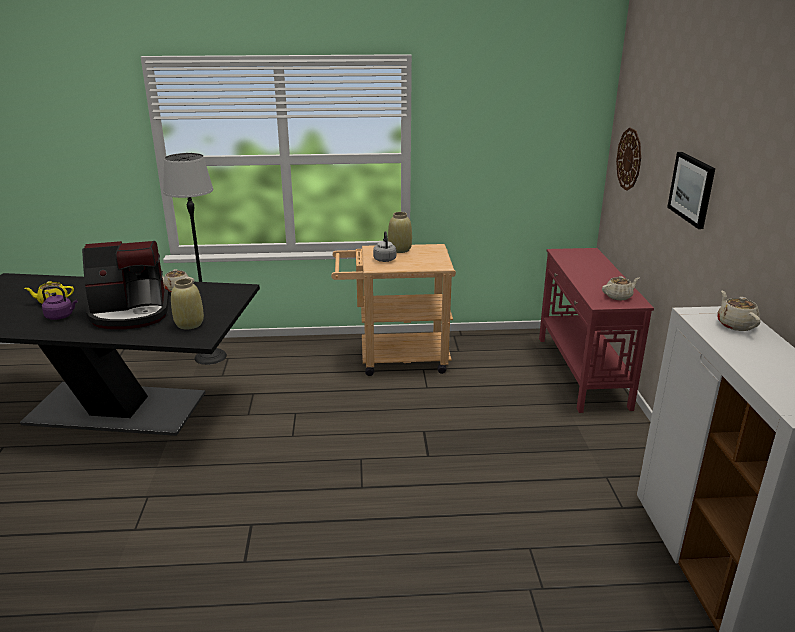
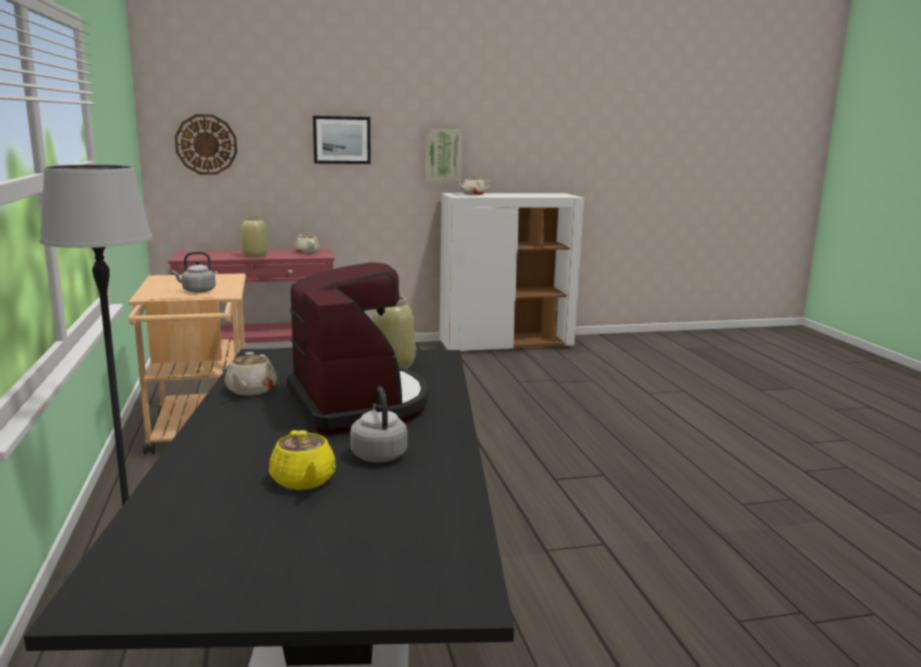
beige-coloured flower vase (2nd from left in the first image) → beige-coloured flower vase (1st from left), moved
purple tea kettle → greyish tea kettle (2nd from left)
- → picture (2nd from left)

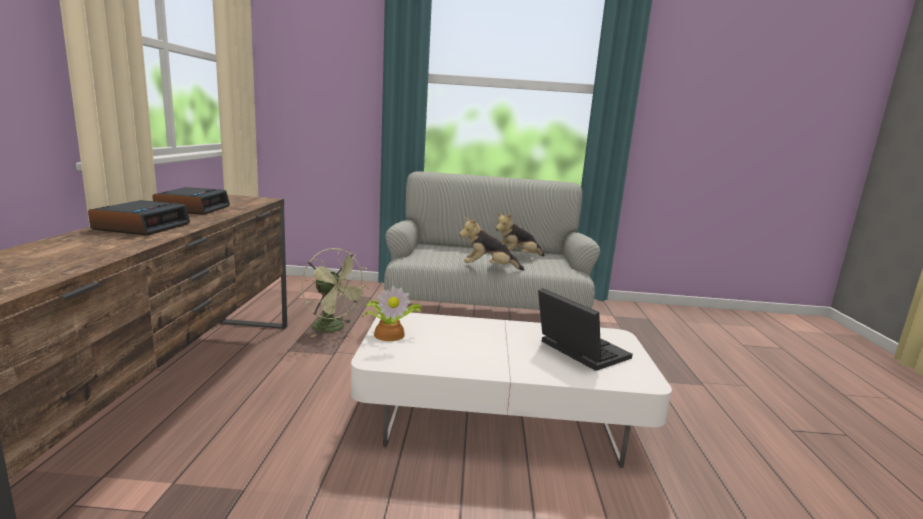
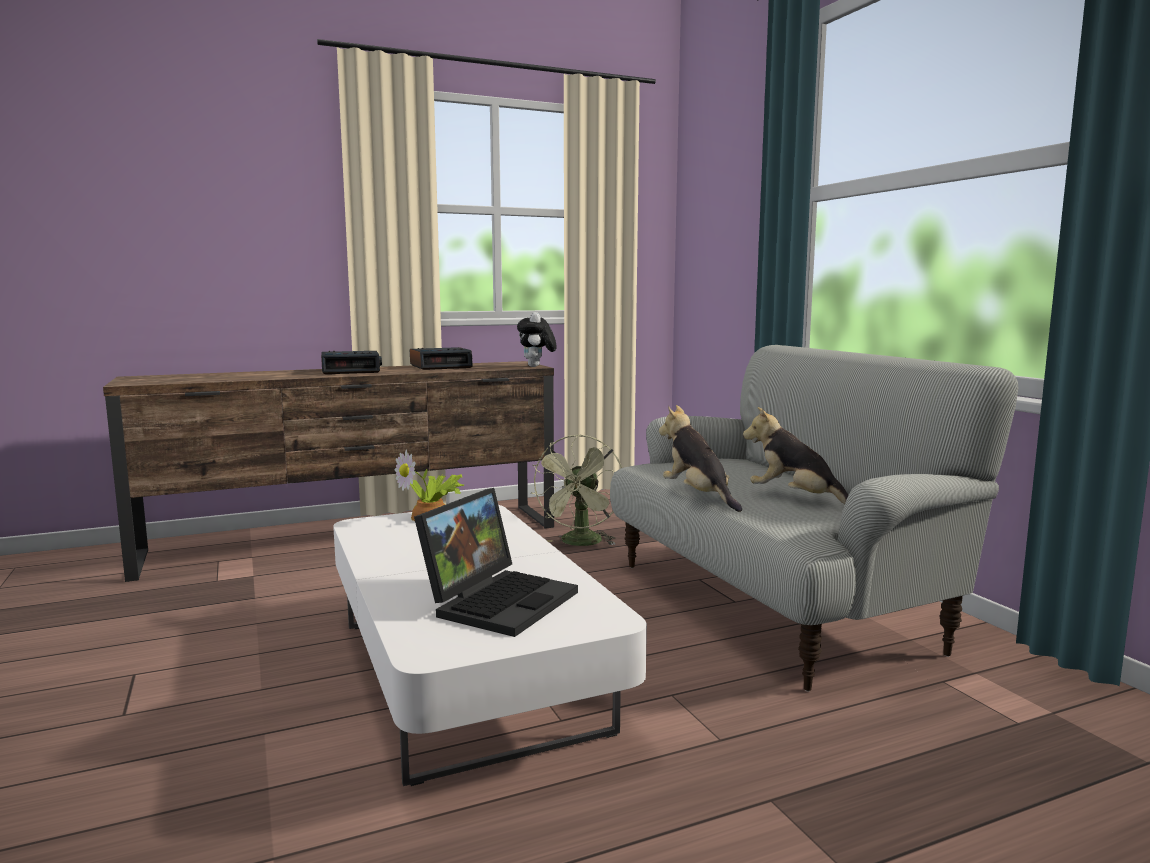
- → cuddly toy (1st from left)

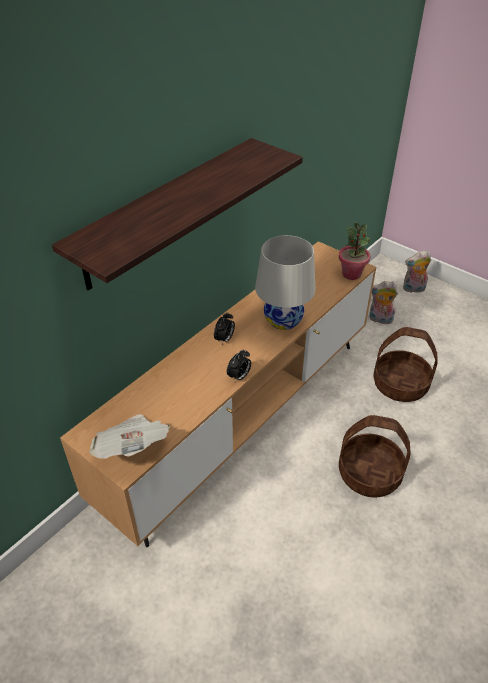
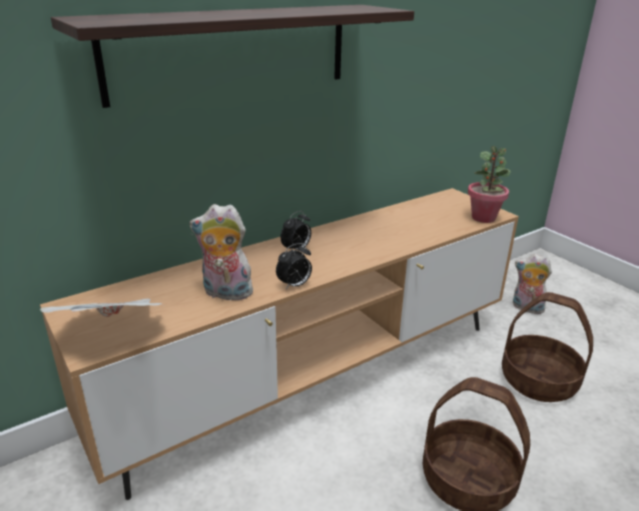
cuddly toy (2nd from left in the first image) → cuddly toy (1st from left), moved
white-coloured lamp for a table → -

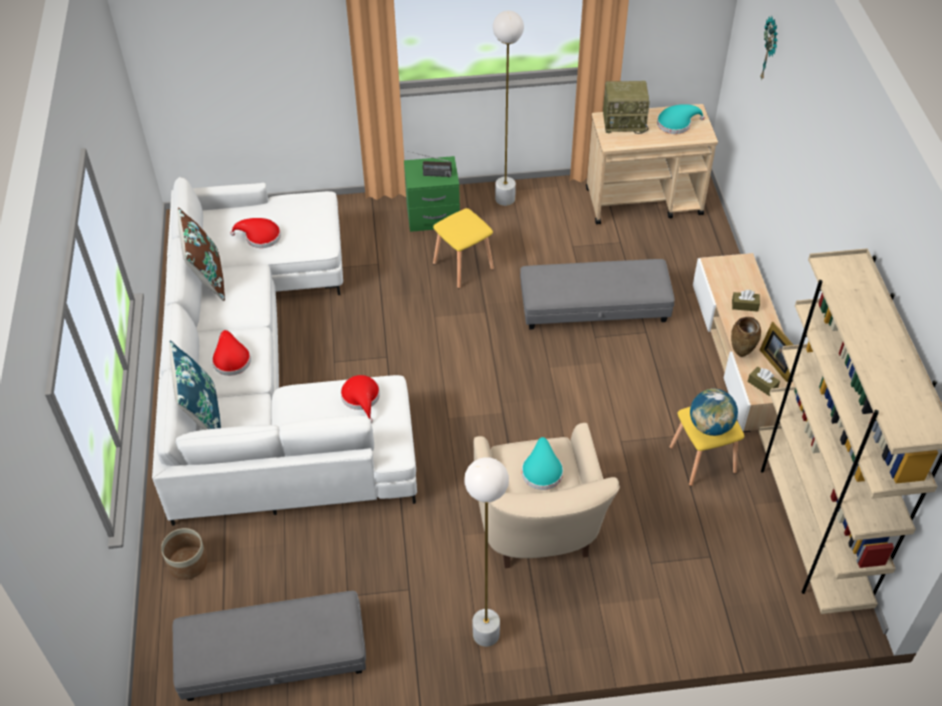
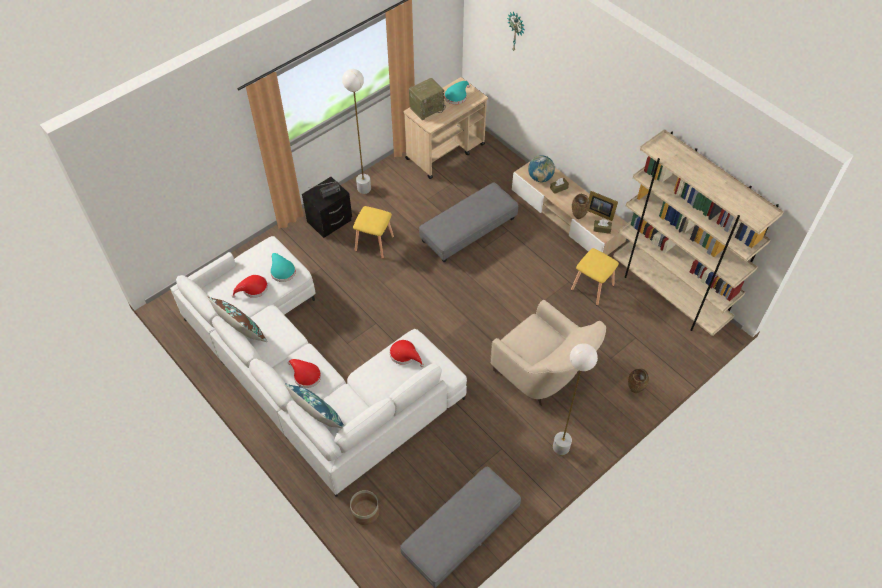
turquoise hat (1st from left), moved
greenish nightstand → black-coloured nightstand
globe, moved
- → brown flower vase (2nd from left)

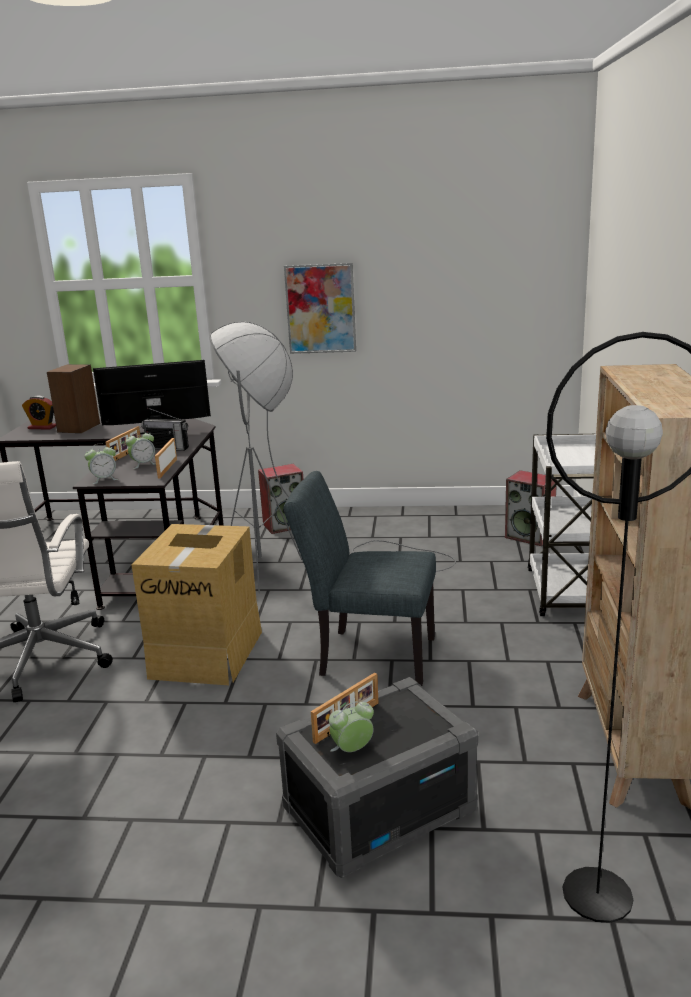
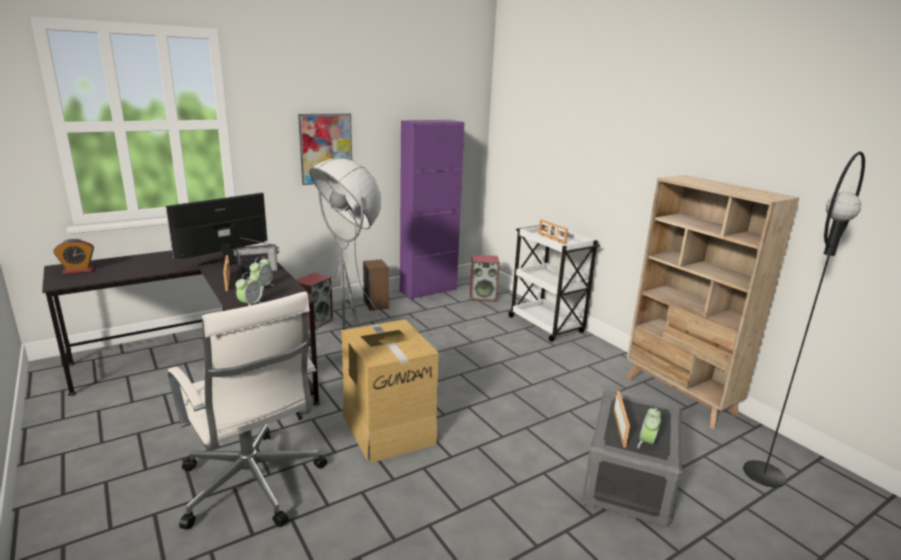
speaker (1st from left in the first image) → speaker (2nd from left), moved
- → purple storage cabinet
picture frame (2nd from left), moved
greyish plain chair → -

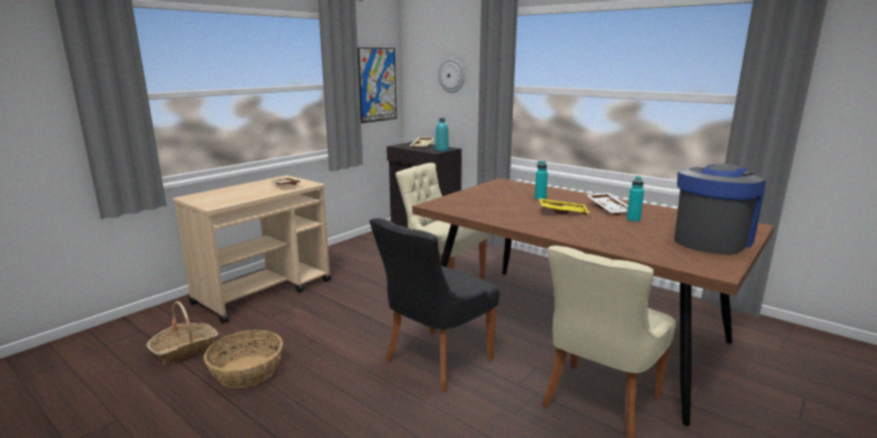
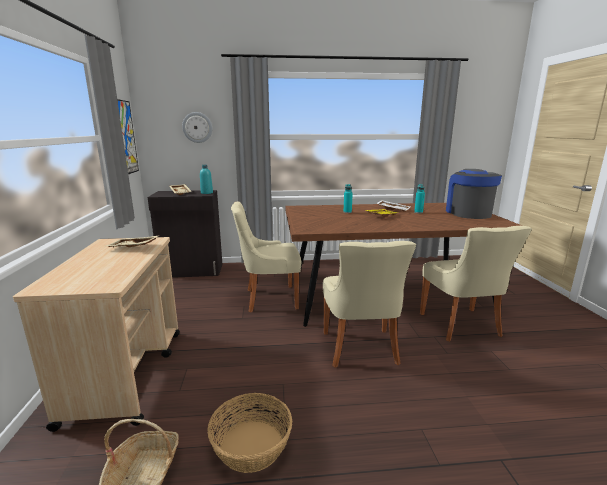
black-coloured plain chair → beige-coloured plain chair (2nd from left)

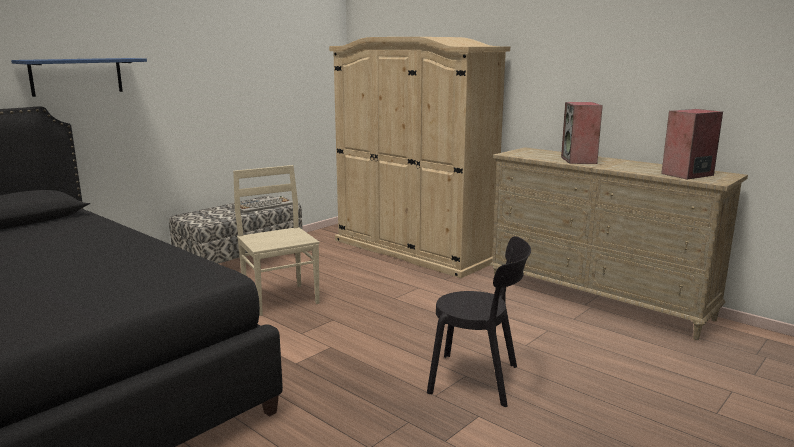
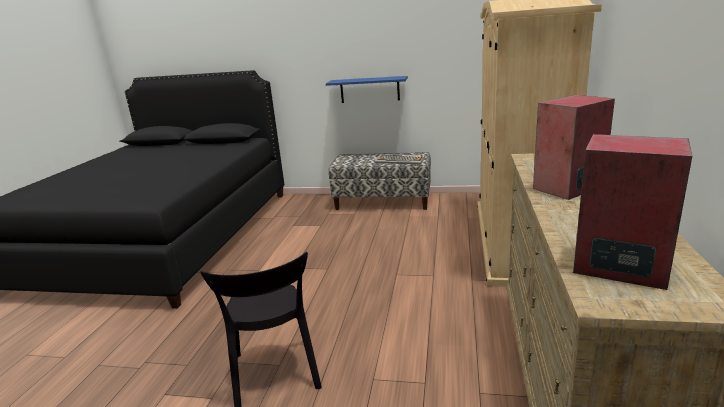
bluish shelf, moved
beige-coloured plain chair → -

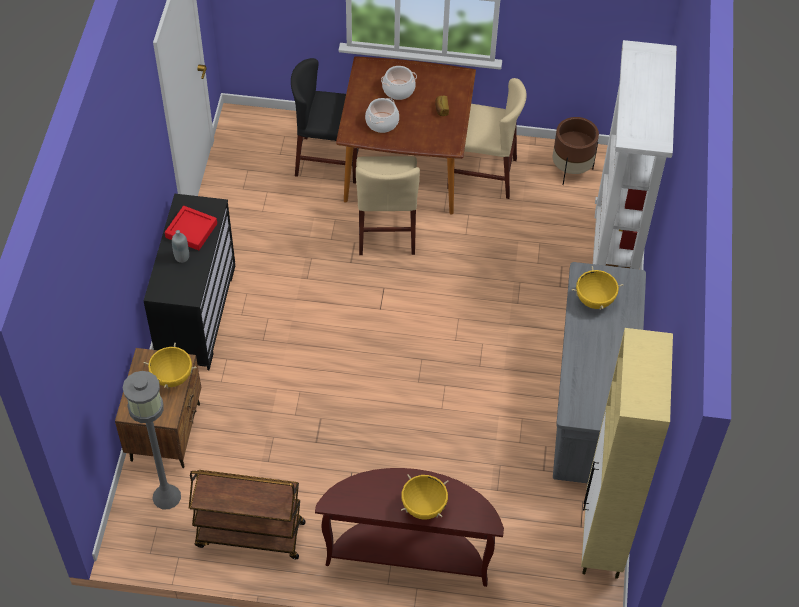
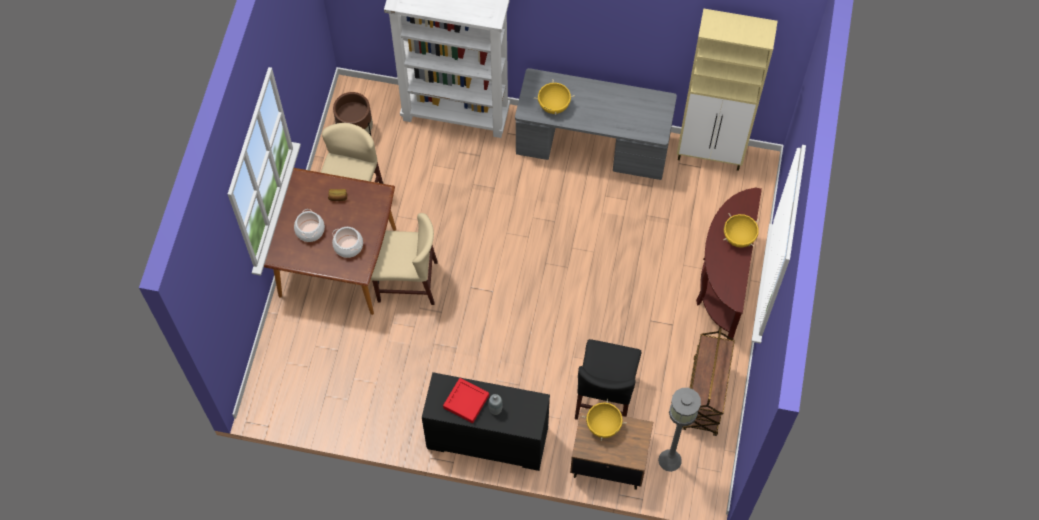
black-coloured plain chair, moved

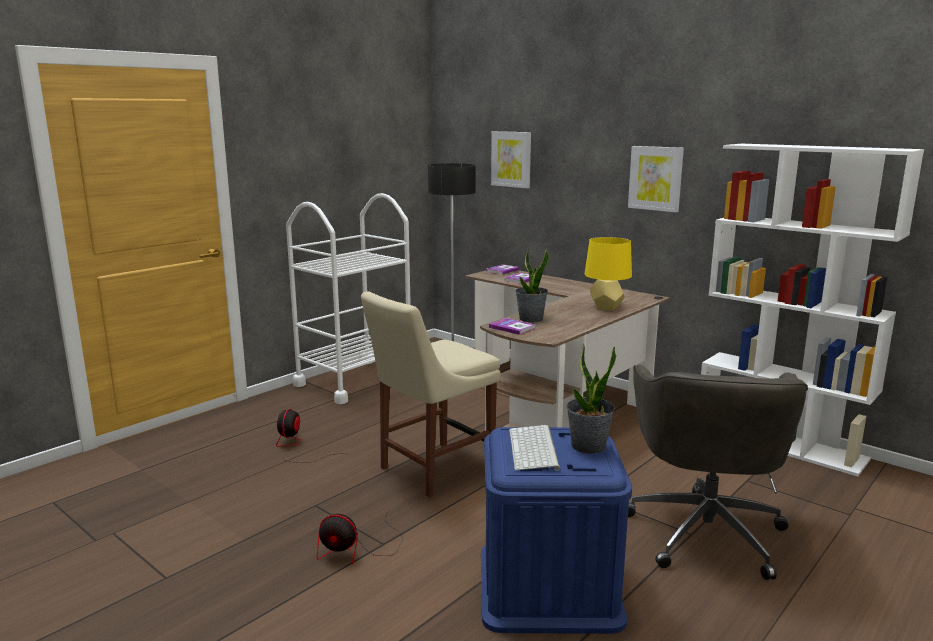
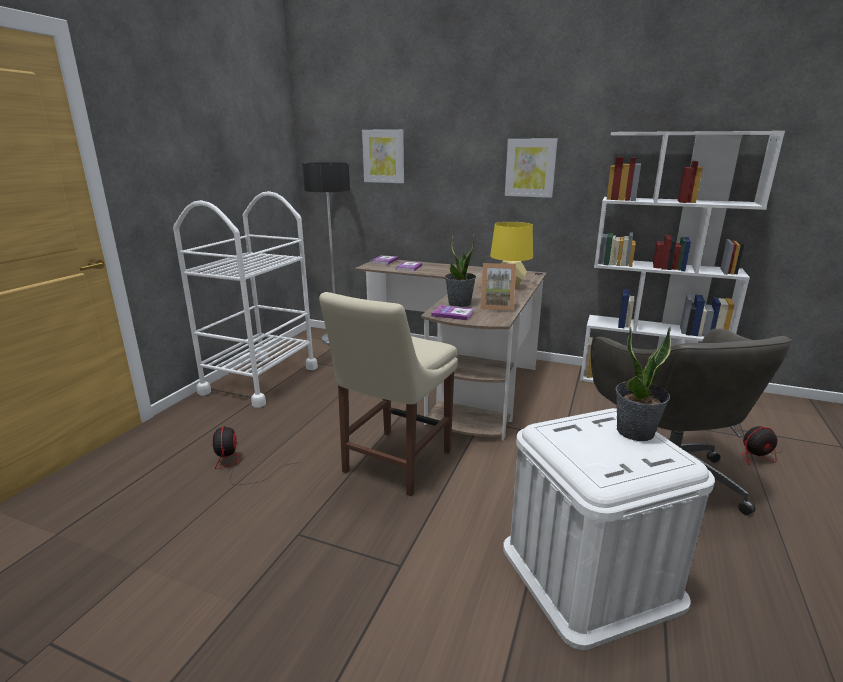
- → picture frame
bluish storage bin → white-coloured storage bin
fan (2nd from left), moved
PC keyboard → -

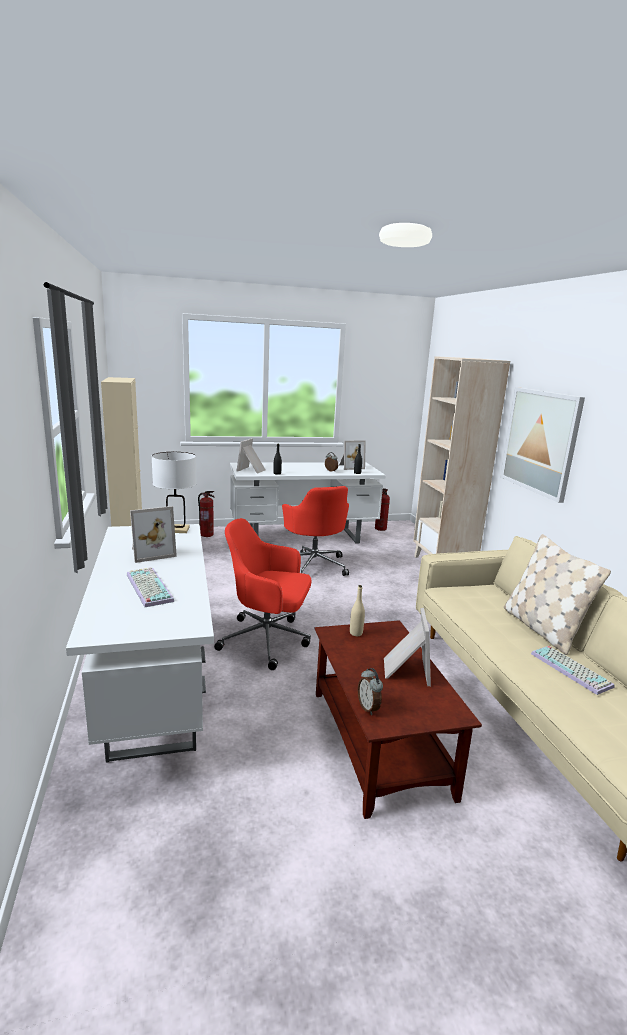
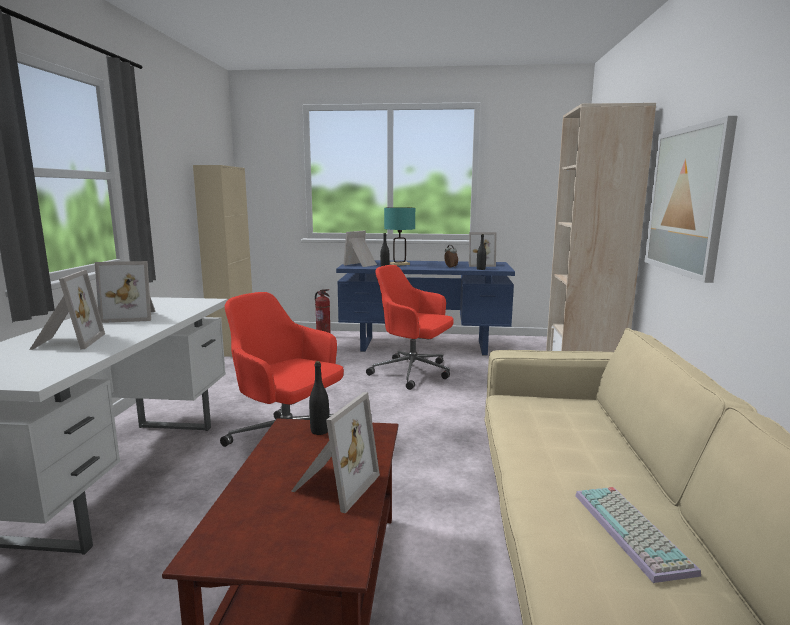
PC keyboard (1st from left) → picture frame (1st from left)
beige-coloured drink bottle → black-coloured drink bottle (1st from left)
white-coloured desk (2nd from left) → bluish desk
red desk chair (2nd from left), 120 degrees clockwise
- → turquoise lamp for a table
white-coloured lamp for a table → -
bedside clock (2nd from left) → -
fire extinguisher (2nd from left) → -
beige-coloured pillow → -

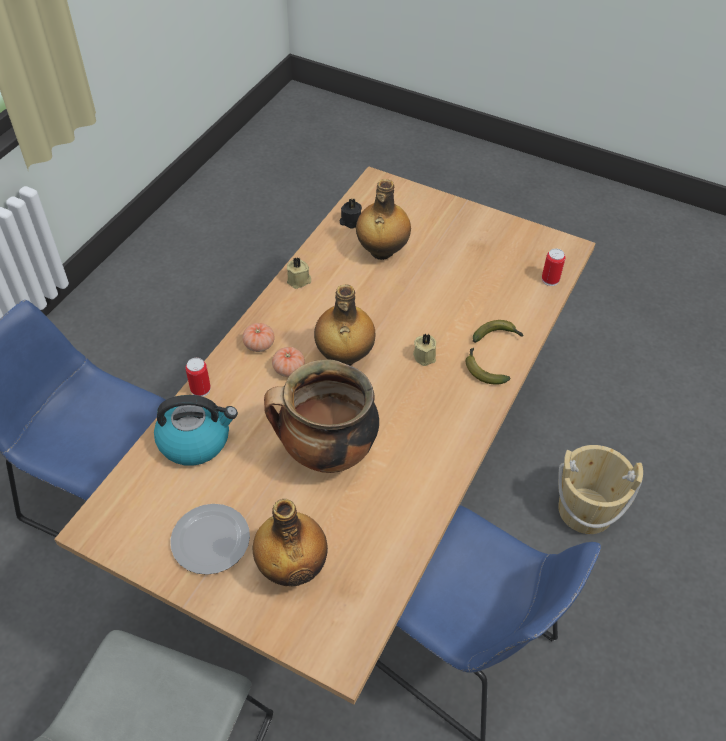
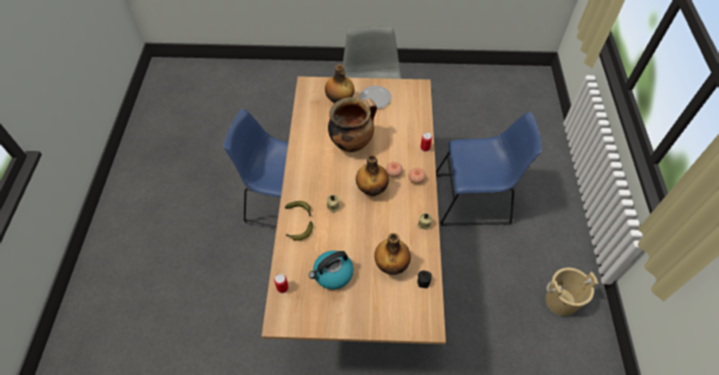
tea kettle, moved
beige-coloured water bucket, moved

